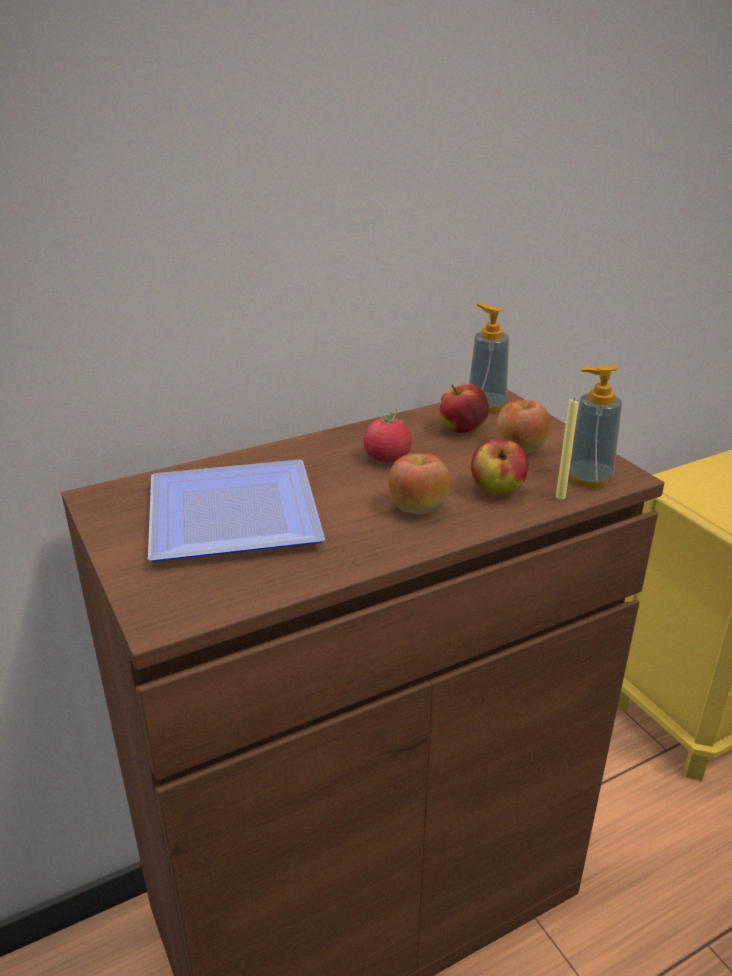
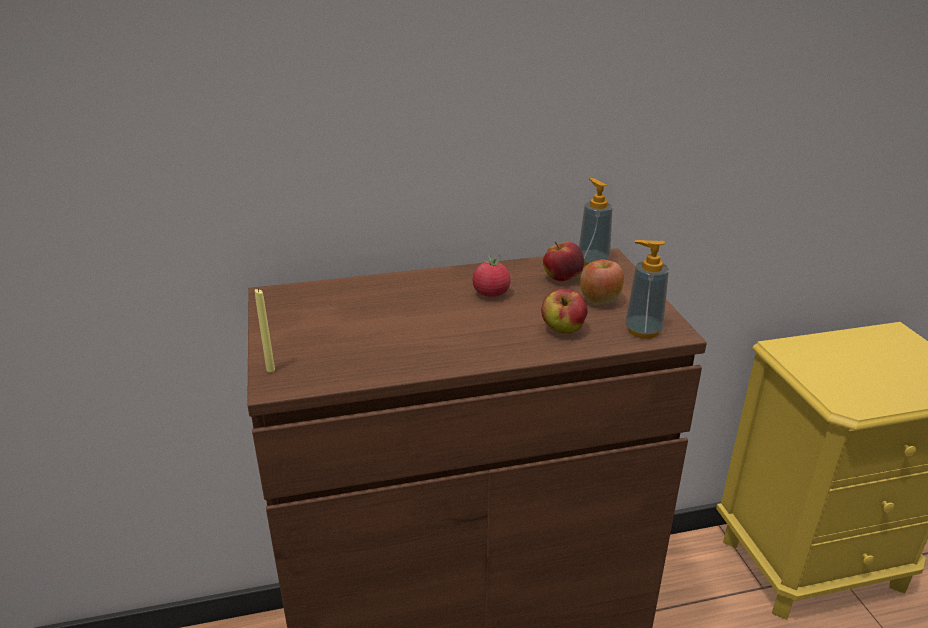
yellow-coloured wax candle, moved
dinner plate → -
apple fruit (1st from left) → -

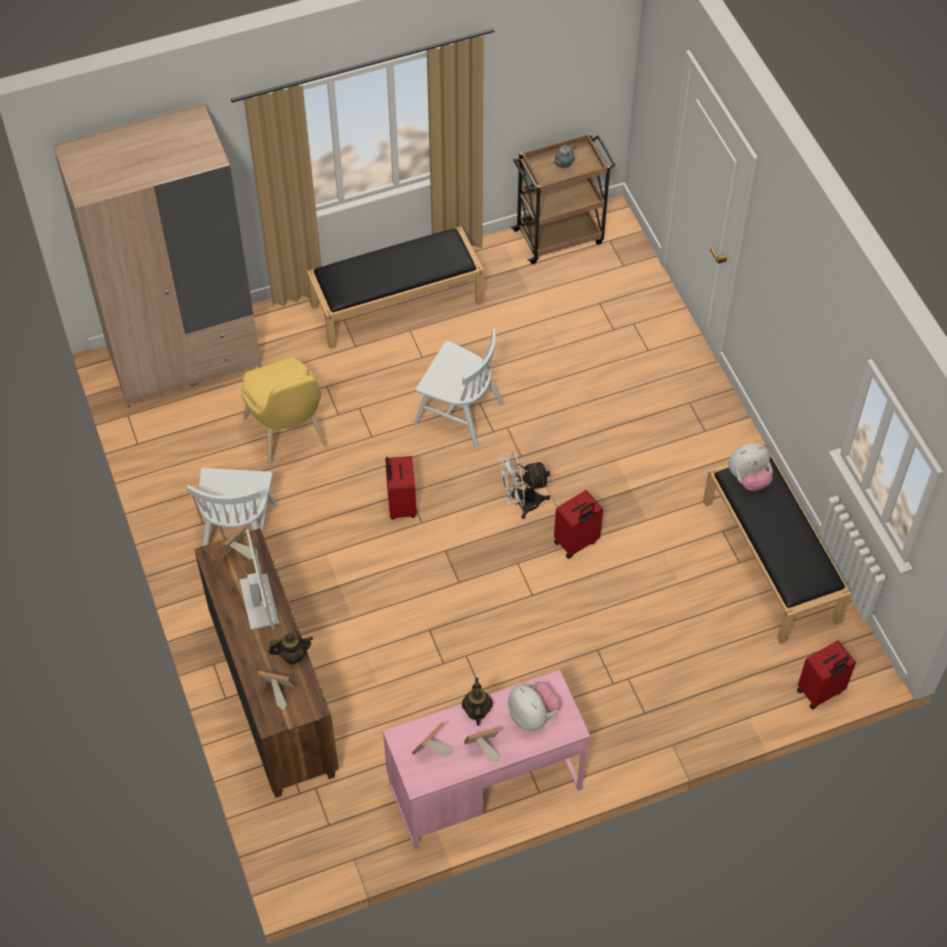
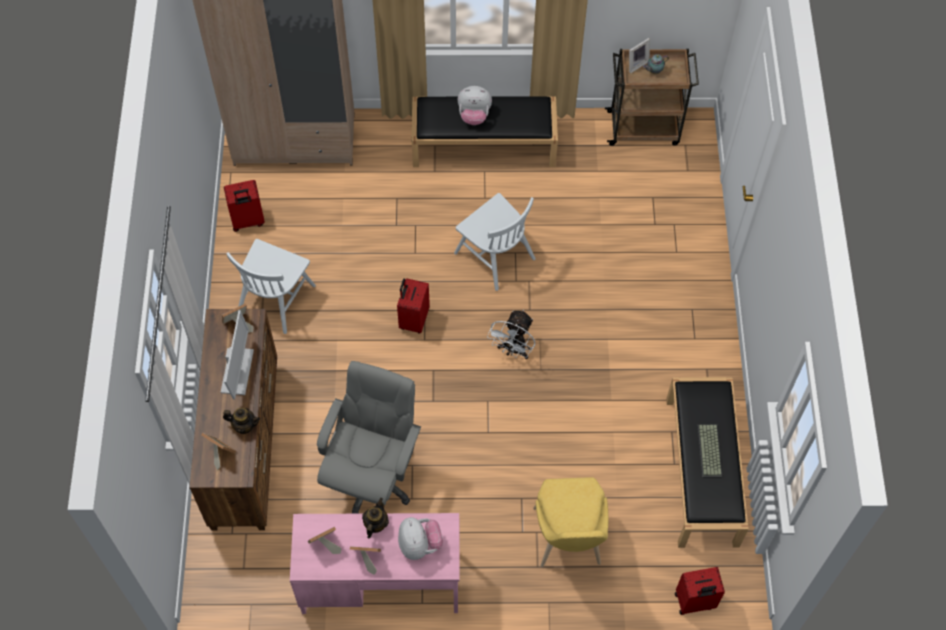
red travel case (2nd from left in the first image) → red travel case (1st from left), moved
- → greyish desk chair
cuddly toy (2nd from left), moved
white-coloured fan, 75 degrees counterclockwise
yellow-coloured plain chair, moved
- → picture frame (5th from left)
- → PC keyboard

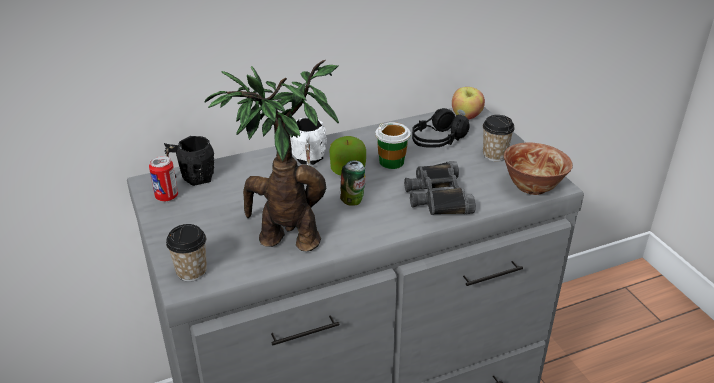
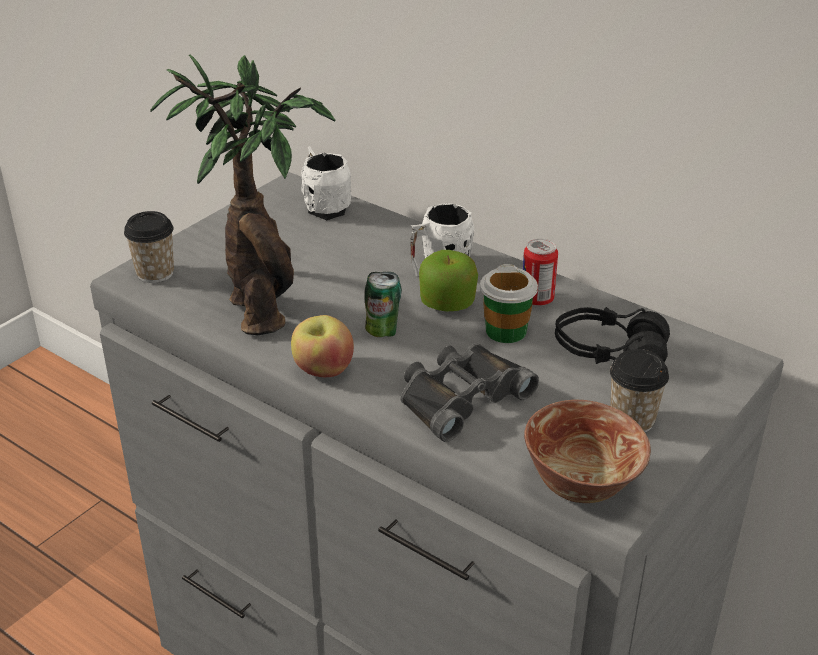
apple fruit (2nd from left in the first image) → apple fruit (1st from left), moved
black-coloured tea mug → white-coloured tea mug (1st from left)
metal can (1st from left in the first image) → metal can (2nd from left), moved

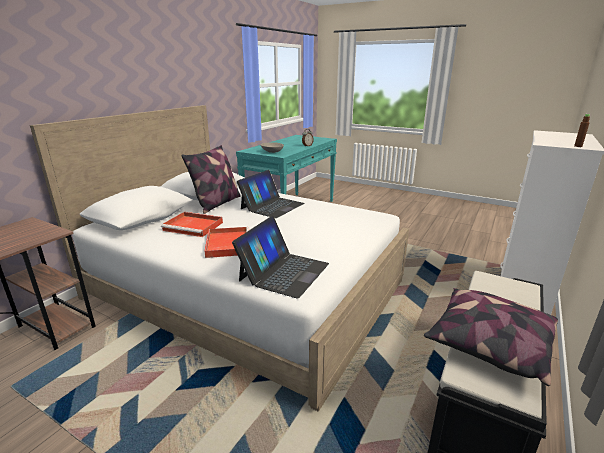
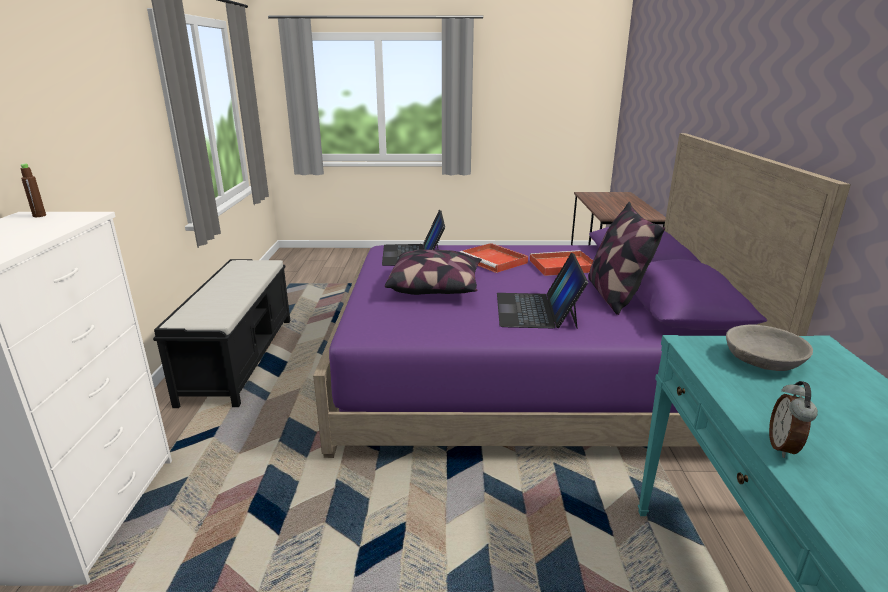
white-coloured bed → purple bed
pillow (2nd from left in the first image) → pillow (1st from left), moved

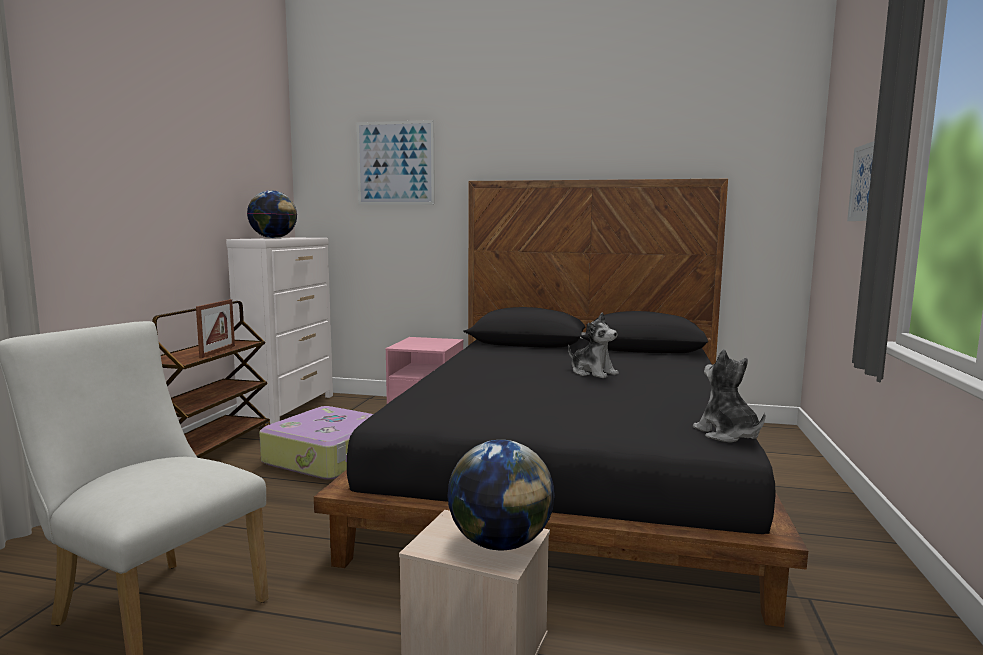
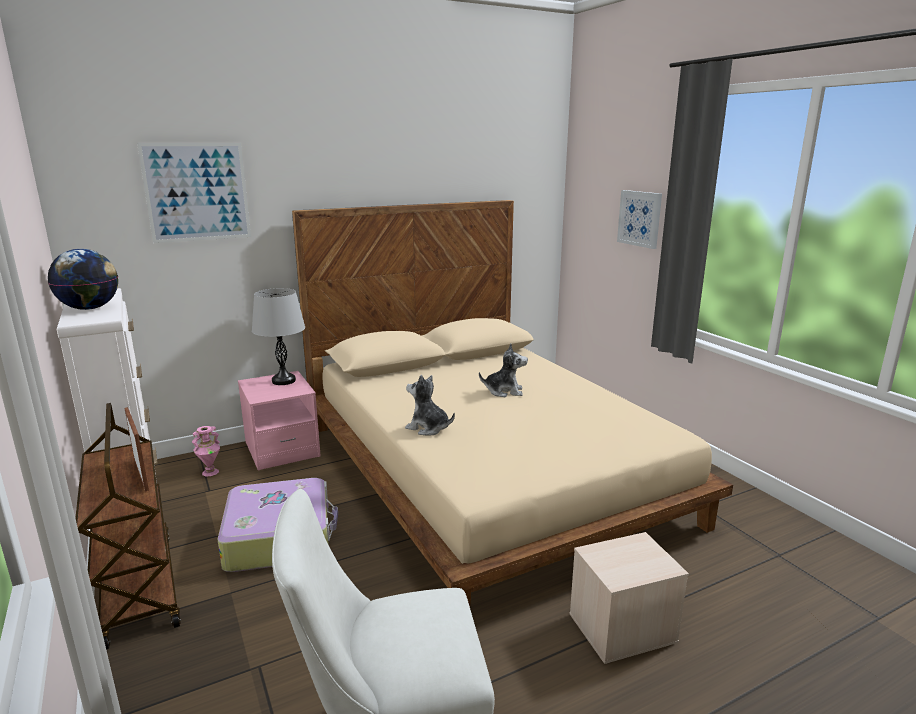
- → pinkish flower vase
- → greyish lamp for a table
black-coloured bed → beige-coloured bed
cuddly toy (2nd from left in the first image) → cuddly toy (1st from left), moved
globe (2nd from left) → -

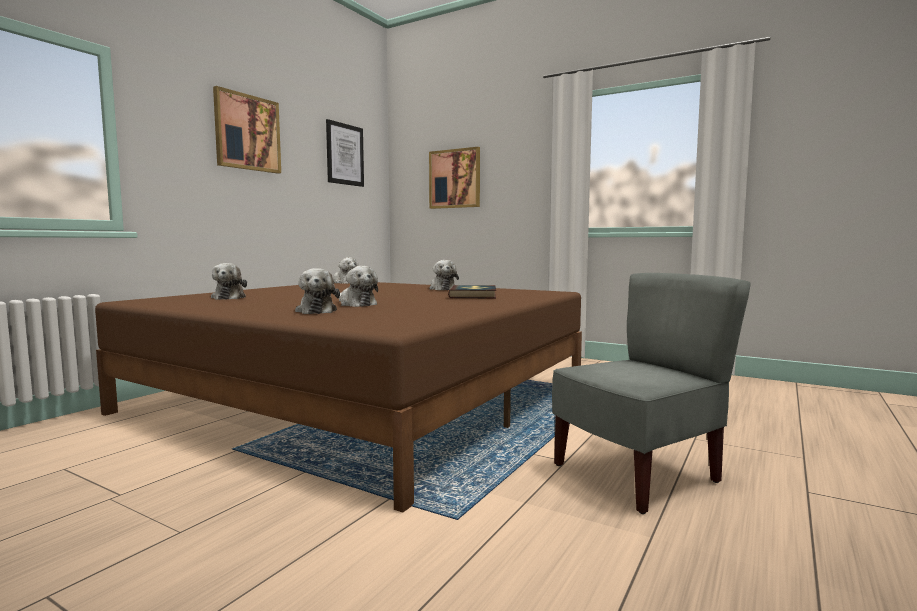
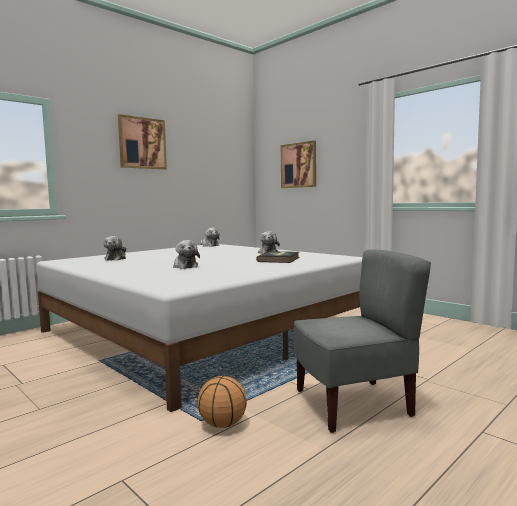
brown bed → white-coloured bed
- → ball for basketball
cuddly toy (2nd from left) → -
picture (2nd from left) → -

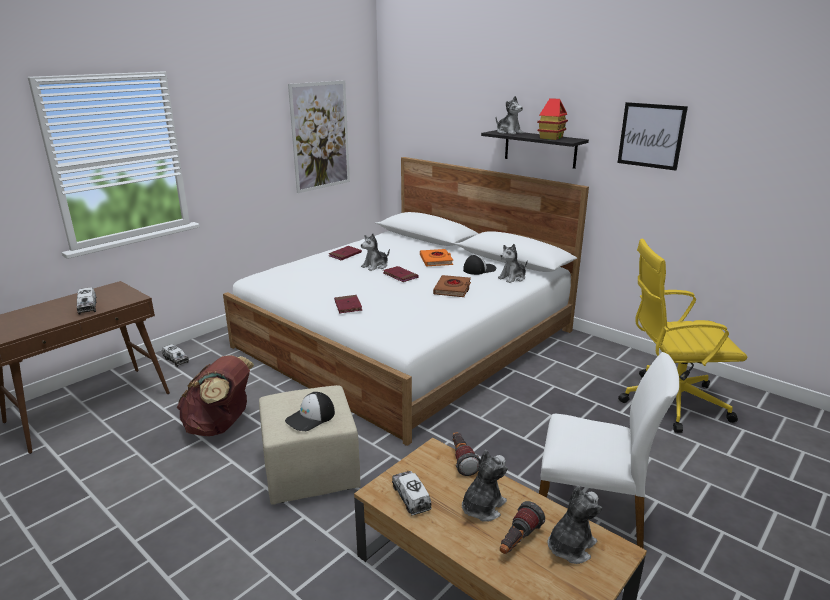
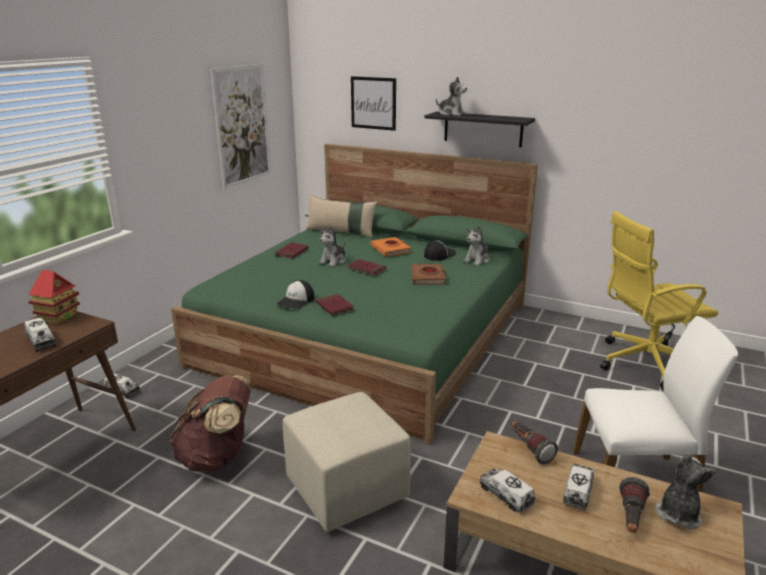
toy house, moved
white-coloured bed → greenish bed
cap (1st from left), moved
- → beige-coloured pillow
picture (2nd from left), moved
cuddly toy (2nd from left) → toy truck (4th from left)

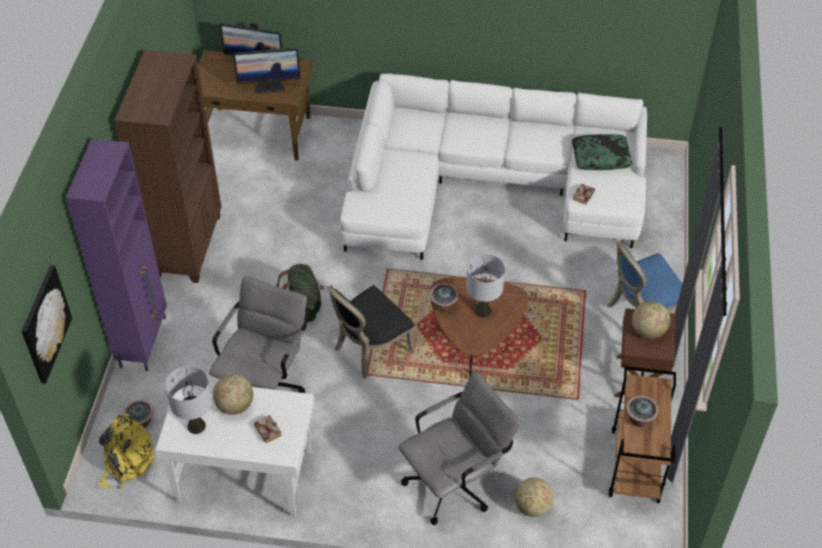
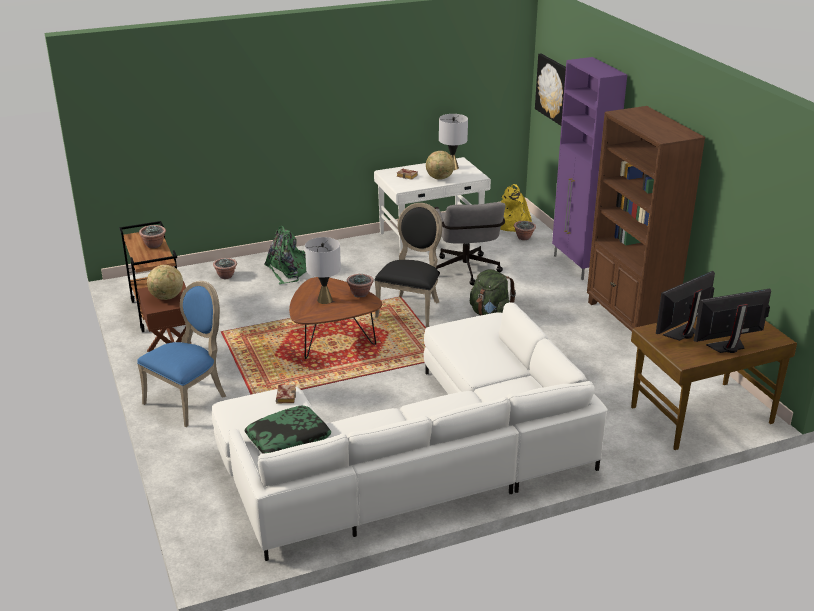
globe (2nd from left) → houseplant (2nd from left)
greyish desk chair (2nd from left) → greenish backpack (1st from left)

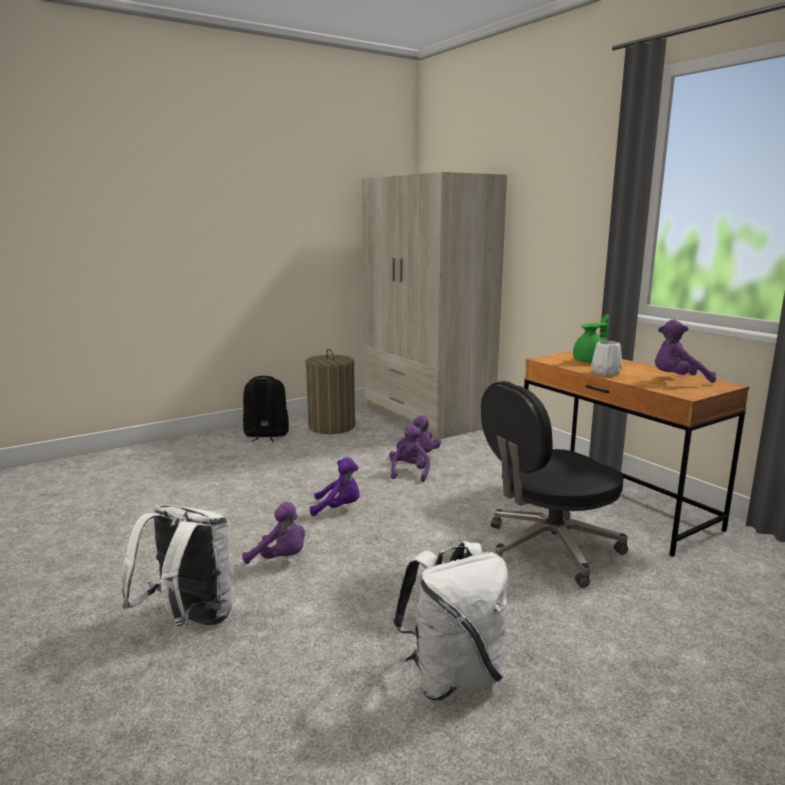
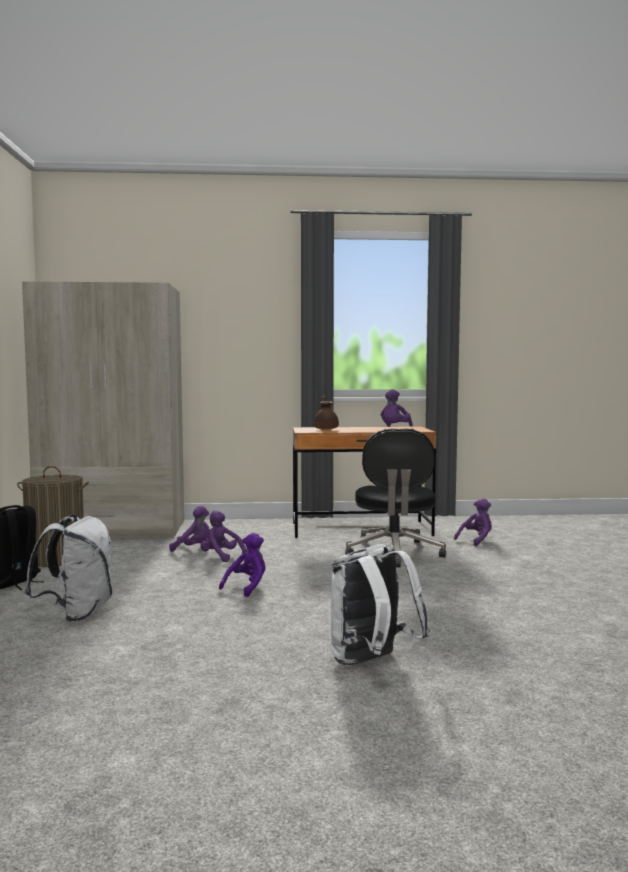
white-coloured backpack (2nd from left in the first image) → white-coloured backpack (1st from left), moved
greenish teapot → brown teapot
purple cuddly toy (1st from left in the first image) → purple cuddly toy (5th from left), moved
white-coloured flower vase → -

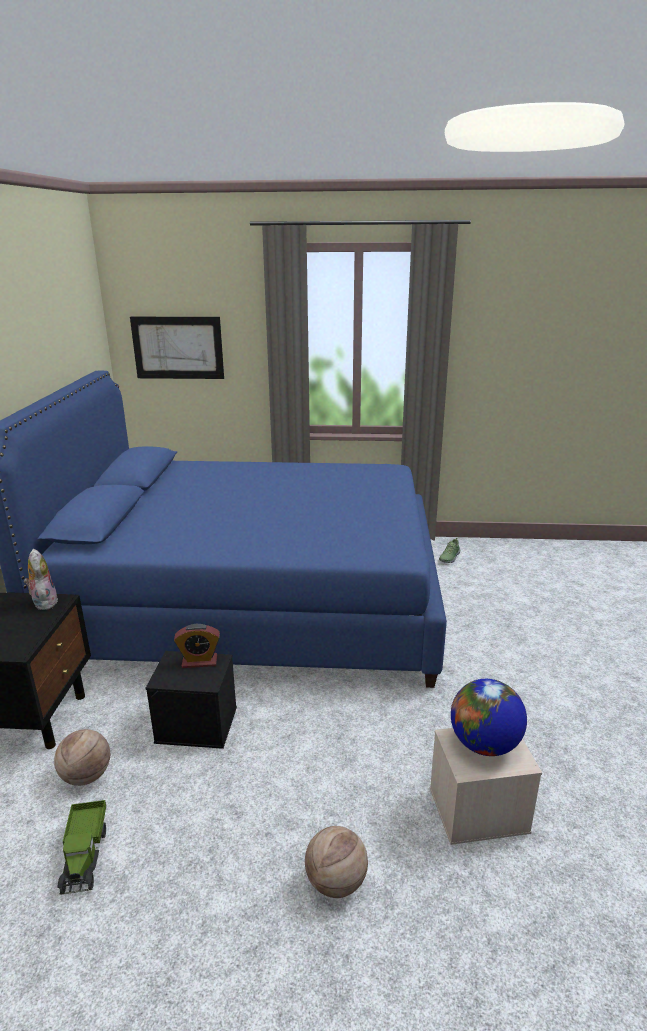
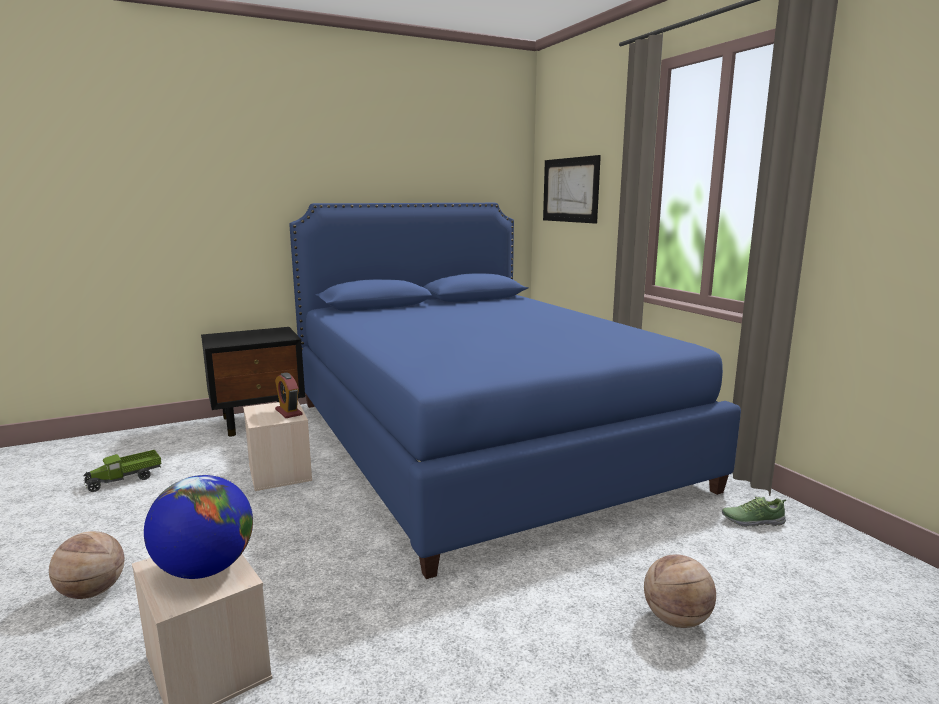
black-coloured storage bin → beige-coloured storage bin (2nd from left)
ball for basketball (1st from left in the first image) → ball for basketball (2nd from left), moved
cuddly toy → -

